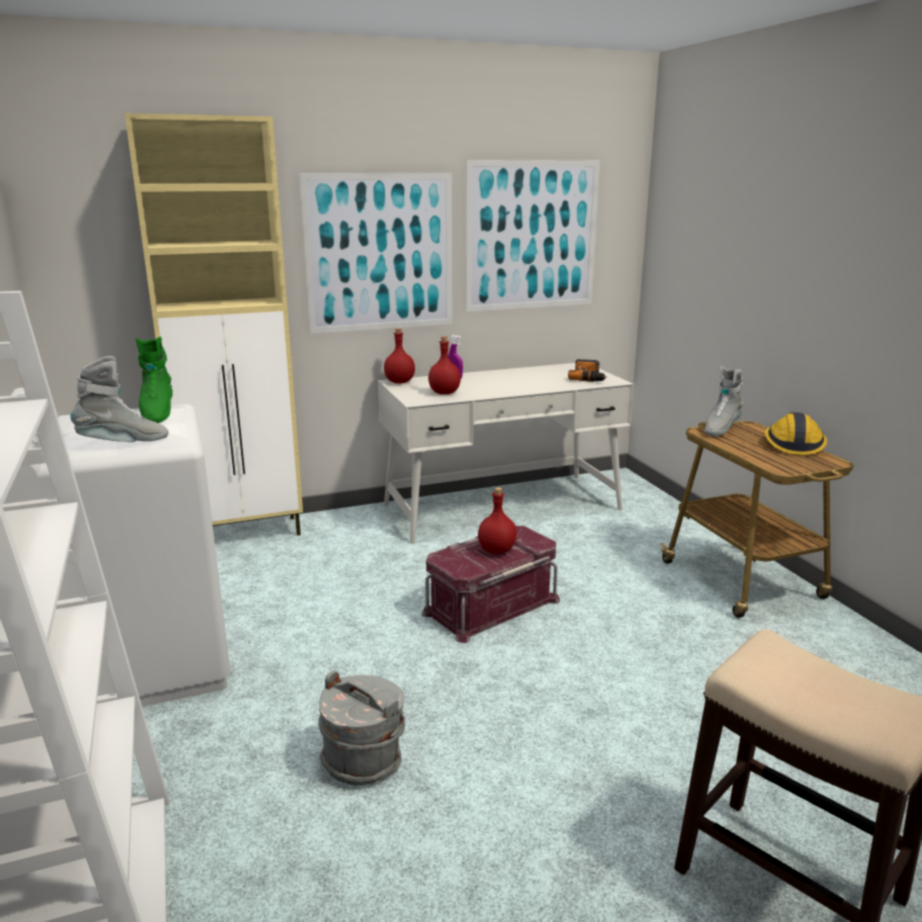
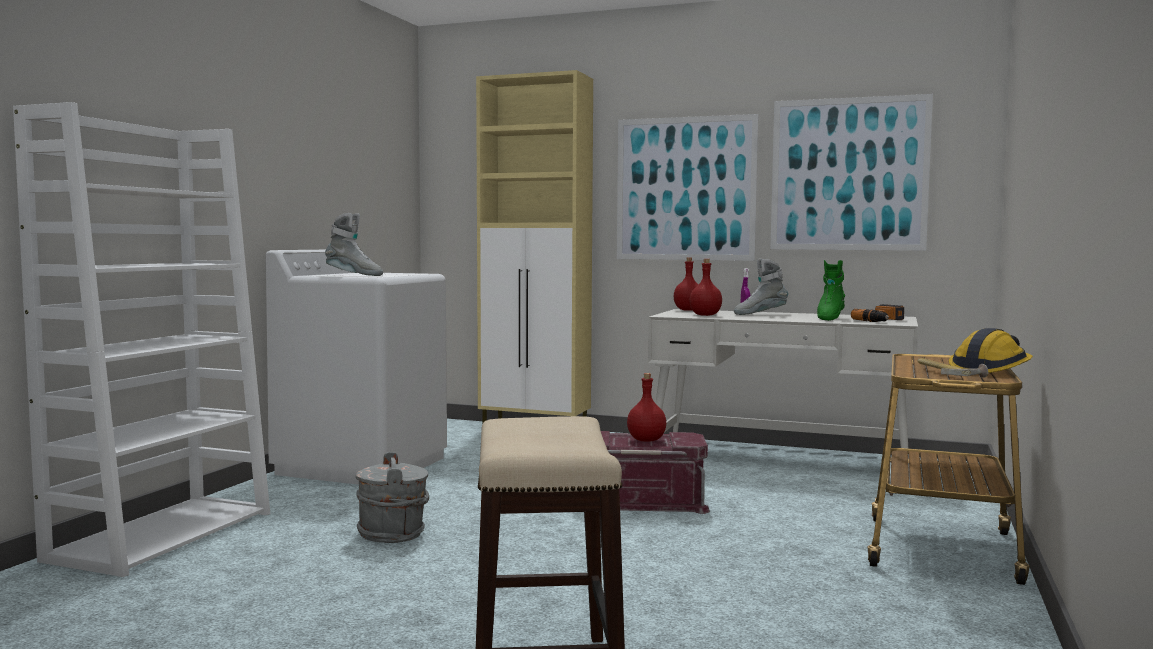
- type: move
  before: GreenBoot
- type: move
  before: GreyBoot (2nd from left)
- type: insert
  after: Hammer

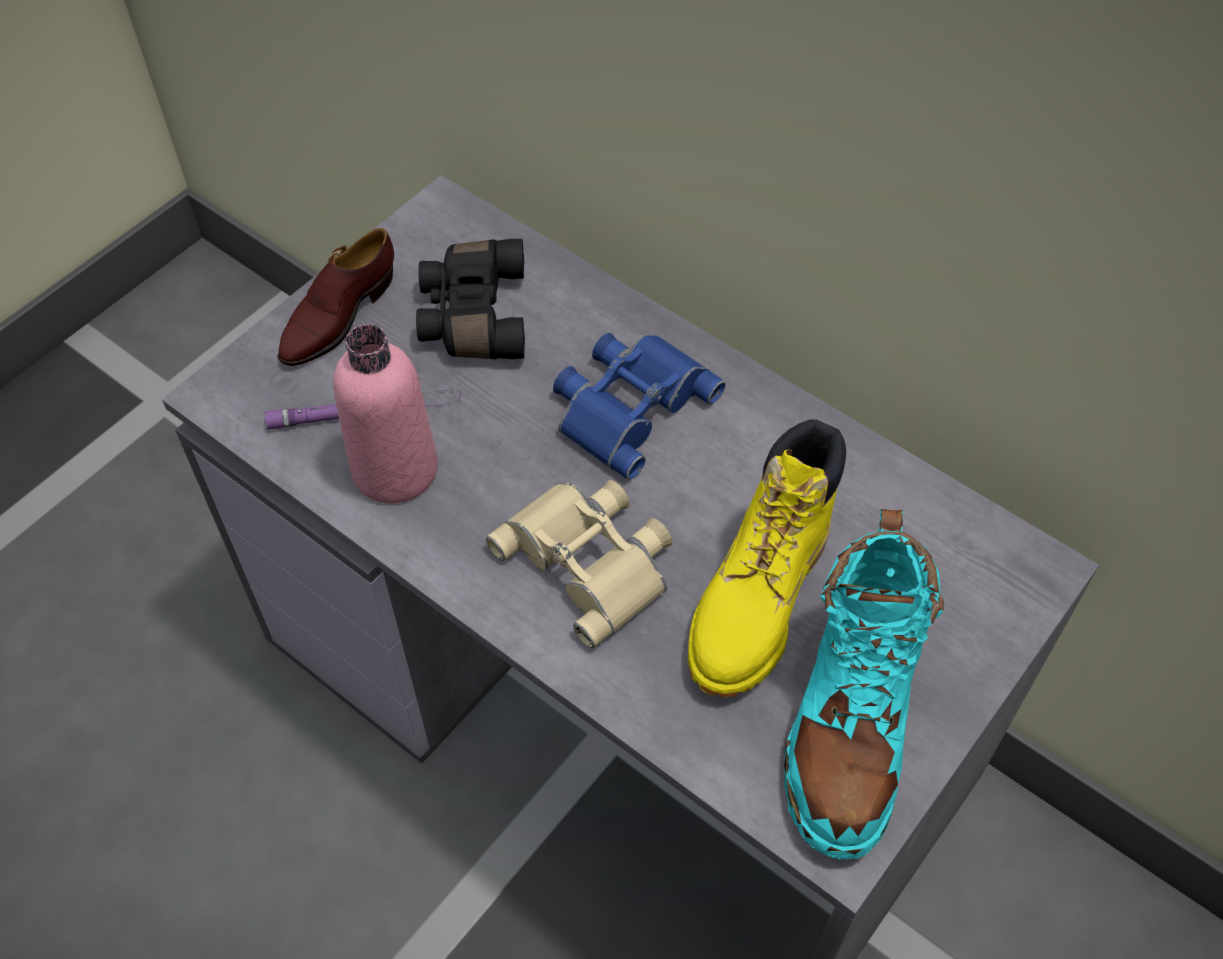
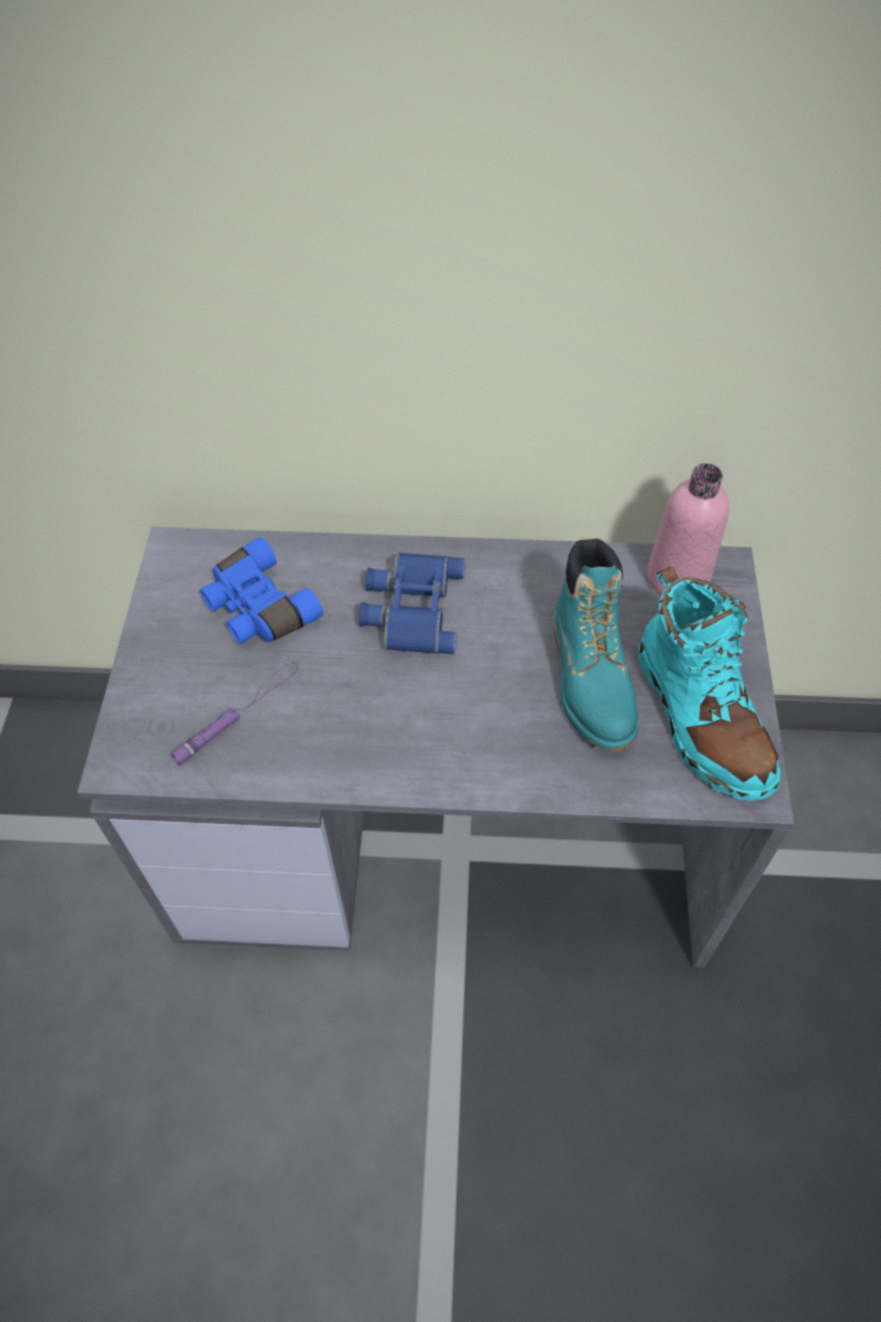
- type: delete
  before: BrownShoe
- type: move
  before: PinkBottle
- type: recolor
  before: BlackBinoculars
  after: BlueBinoculars (1st from left)
- type: delete
  before: BeigeBinoculars
- type: recolor
  before: YellowBoot
  after: TurquoiseBoot (1st from left)

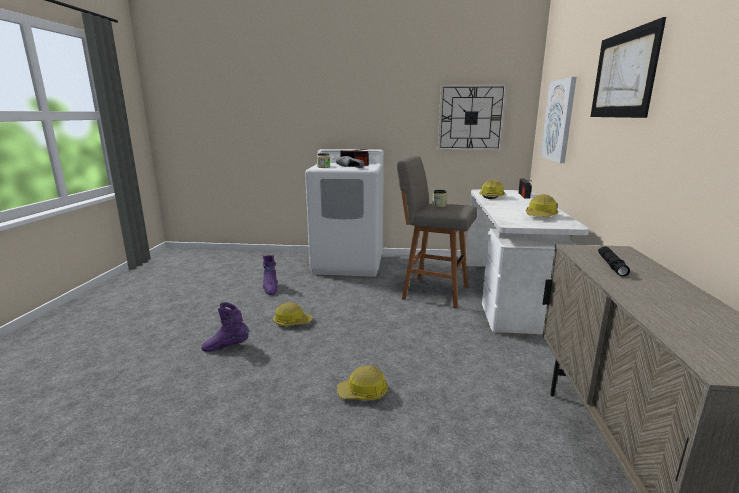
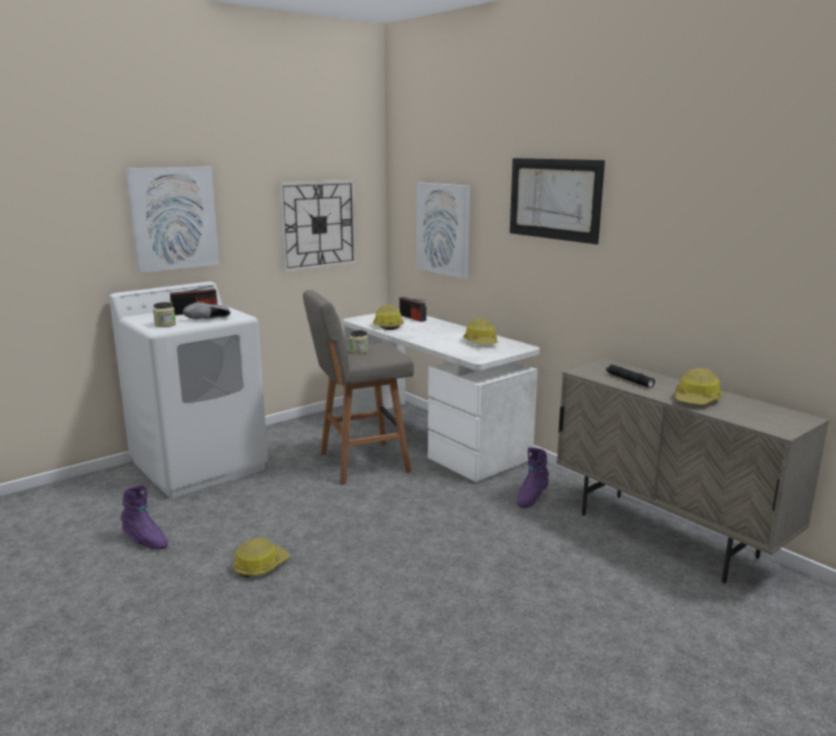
- type: move
  before: PurpleBoot (1st from left in the first image)
  after: PurpleBoot (2nd from left)
- type: move
  before: HardHat (2nd from left in the first image)
  after: HardHat (4th from left)
- type: insert
  after: Picture (1st from left)

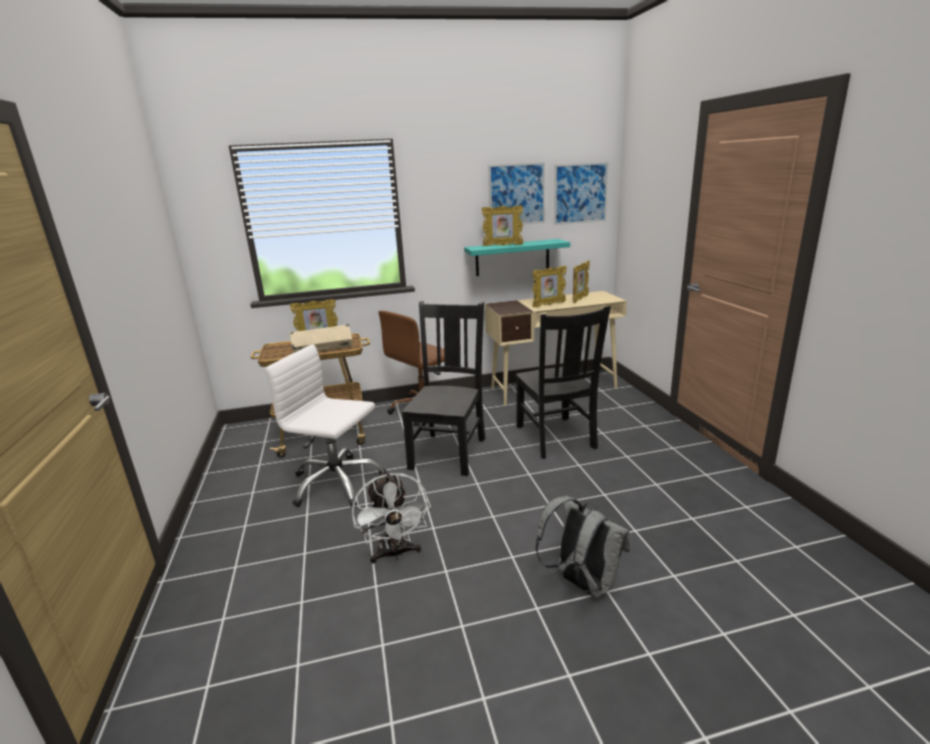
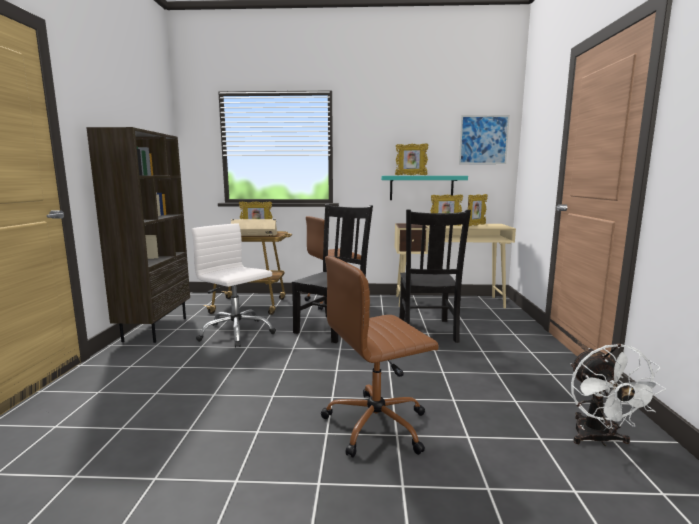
- type: move
  before: WhiteFan
- type: delete
  before: Picture (1st from left)
- type: replace
  before: GreyBackpack
  after: BrownOfficeChair (2nd from left)
- type: insert
  after: BrownBookcase

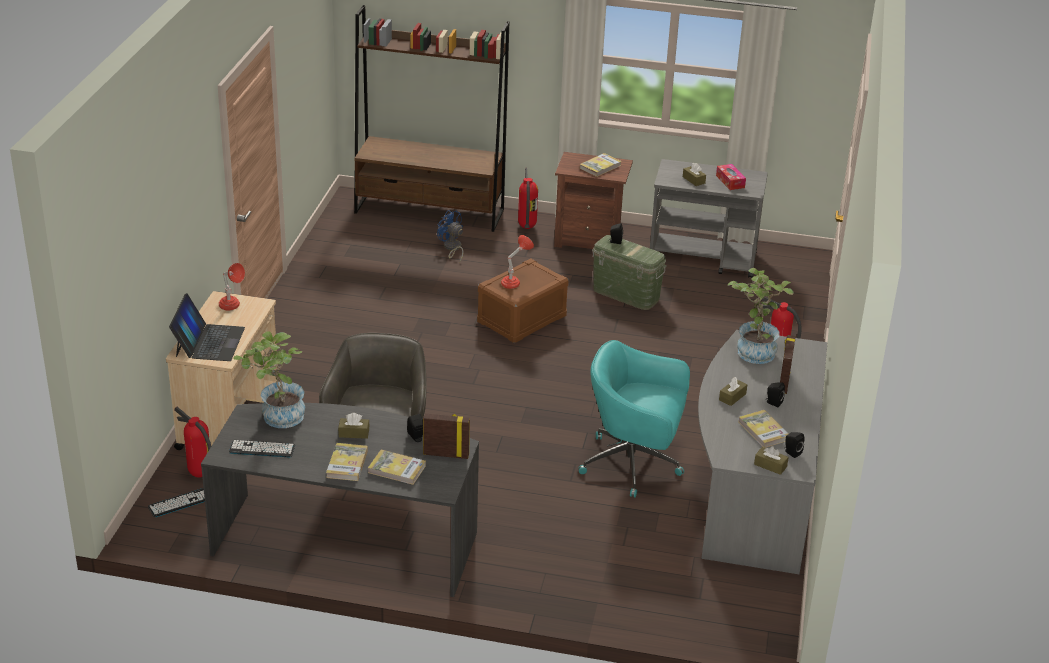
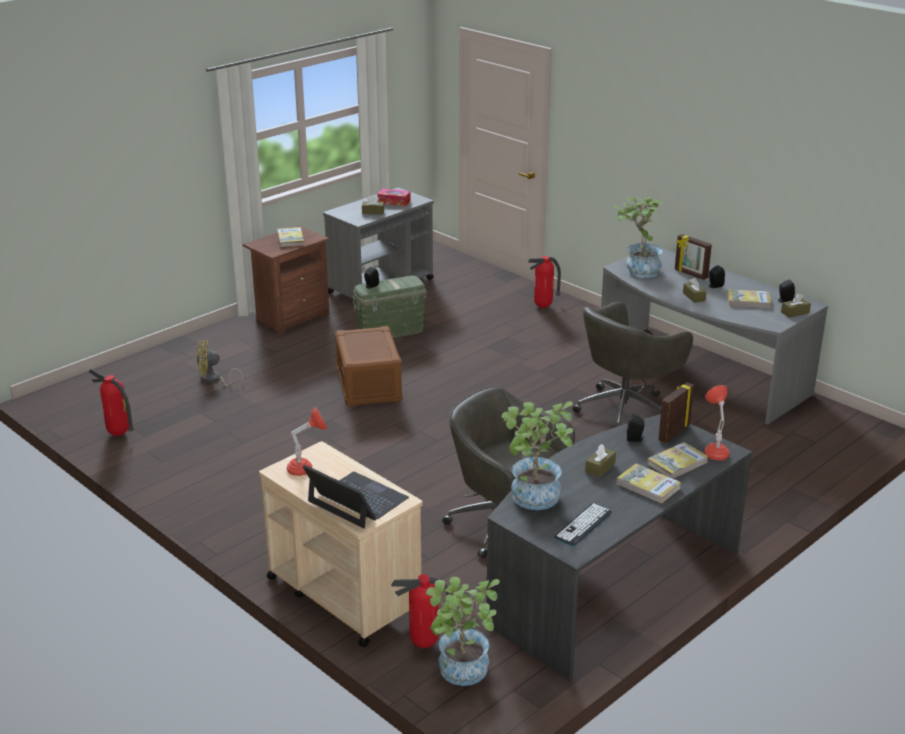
- type: replace
  before: Keyboard (1st from left)
  after: PottedPlant (1st from left)
- type: delete
  before: BrownBookcase
- type: recolor
  before: BlueFan
  after: YellowFan
- type: move
  before: RedTableLamp (2nd from left)
- type: move
  before: FireExtinguisher (2nd from left in the first image)
  after: FireExtinguisher (1st from left)
- type: recolor
  before: TurquoiseOfficeChair
  after: GreyOfficeChair (2nd from left)

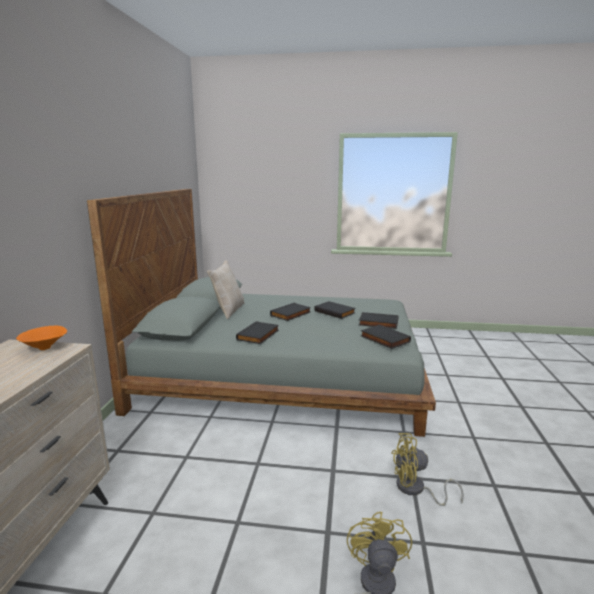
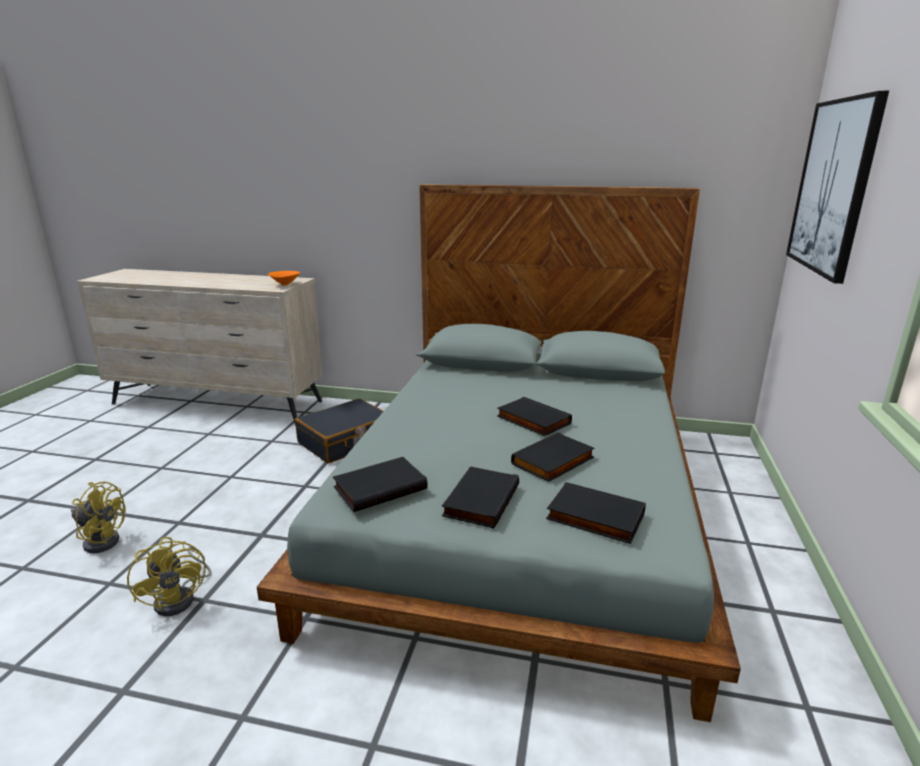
- type: delete
  before: BeigePillow
- type: move
  before: BlackBook (1st from left in the first image)
  after: BlackBook (5th from left)
- type: rotate
  before: YellowFan (2nd from left)
  turn: 150
- type: insert
  after: BlackSuitcase
- type: insert
  after: Picture

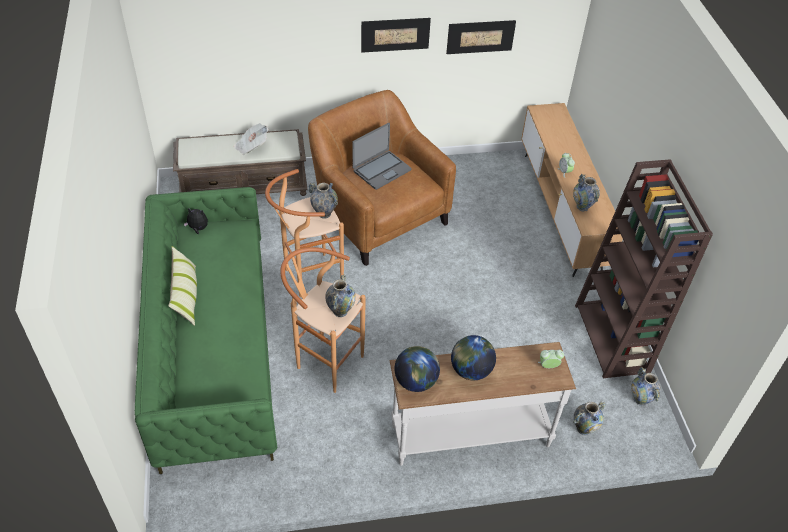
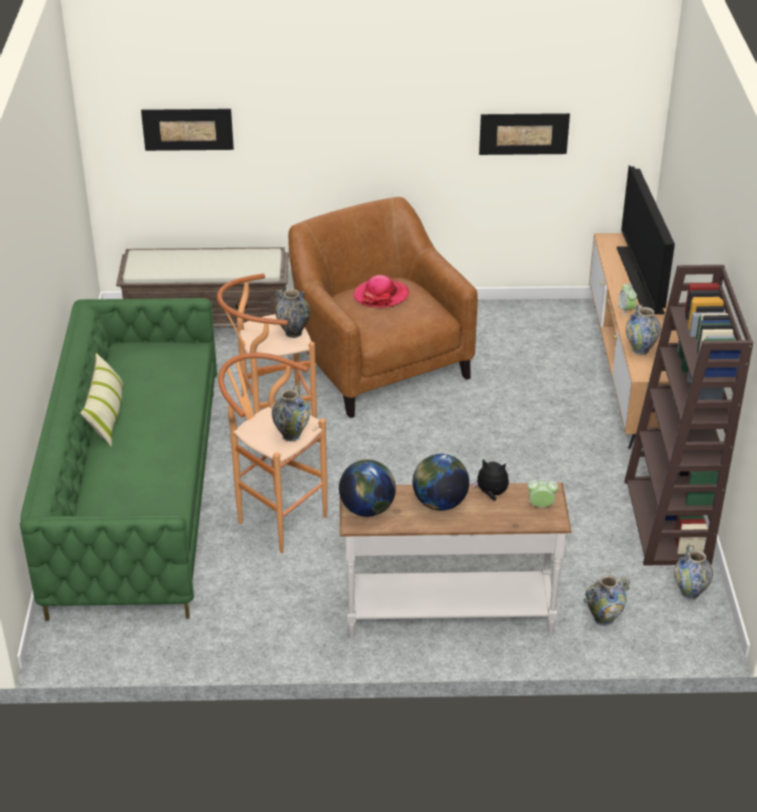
- type: move
  before: PlushToy
- type: delete
  before: Newspaper
- type: replace
  before: Laptop
  after: Hat
- type: move
  before: Picture (1st from left)
- type: insert
  after: Television

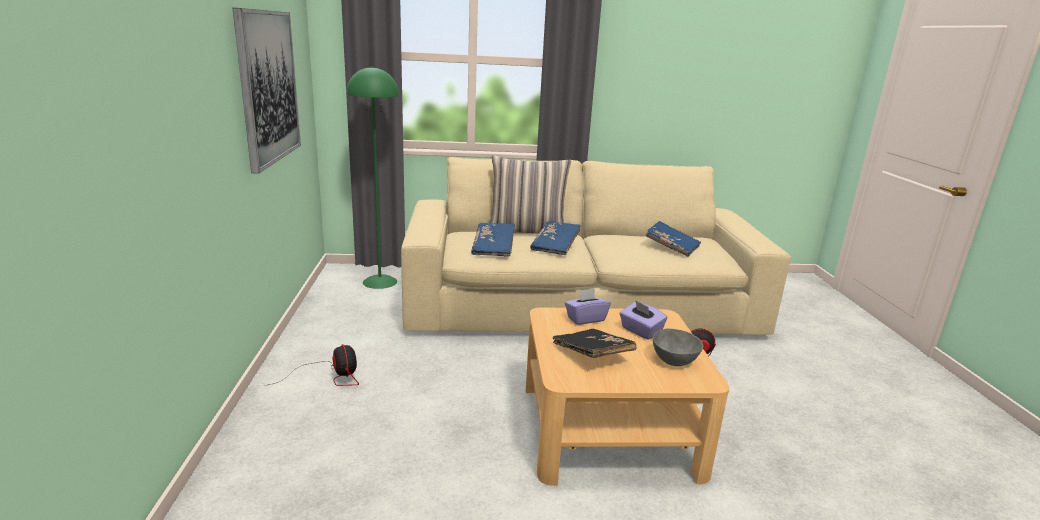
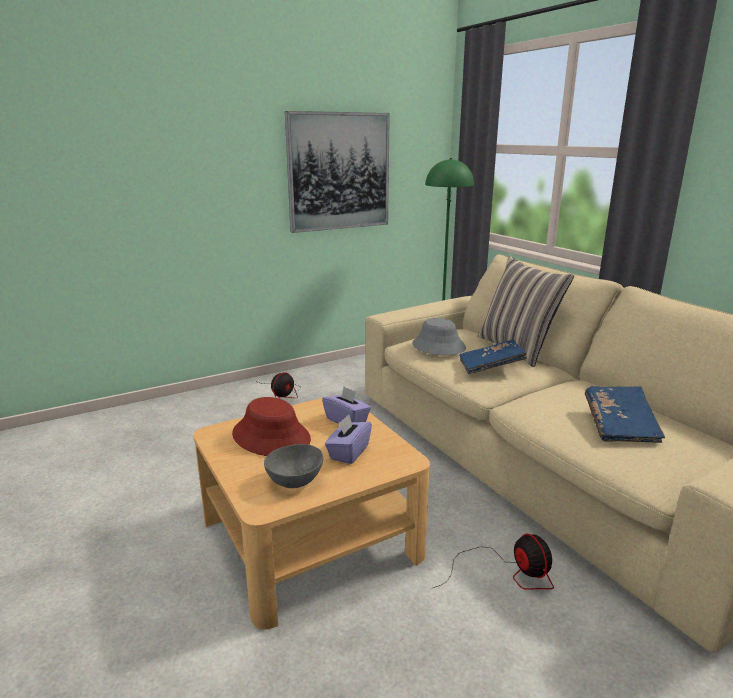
- type: replace
  before: BlueBook (1st from left)
  after: GreyHat
- type: replace
  before: BlackBook
  after: RedHat

